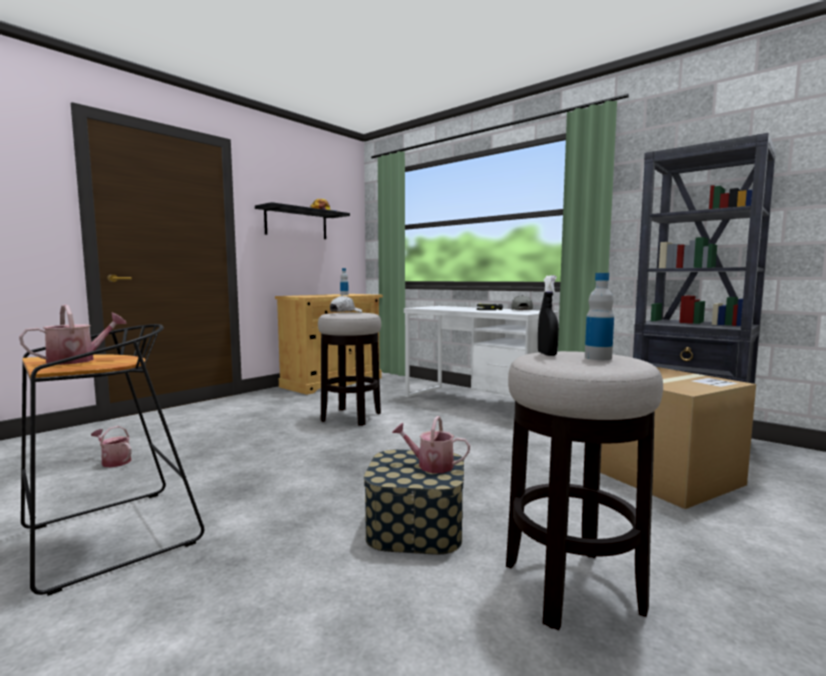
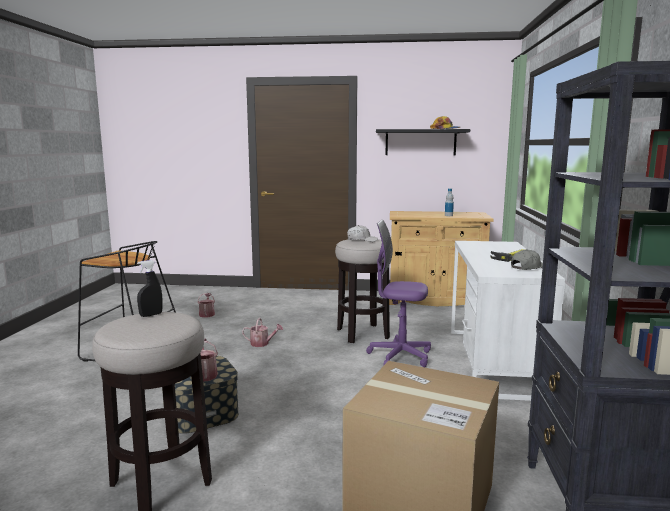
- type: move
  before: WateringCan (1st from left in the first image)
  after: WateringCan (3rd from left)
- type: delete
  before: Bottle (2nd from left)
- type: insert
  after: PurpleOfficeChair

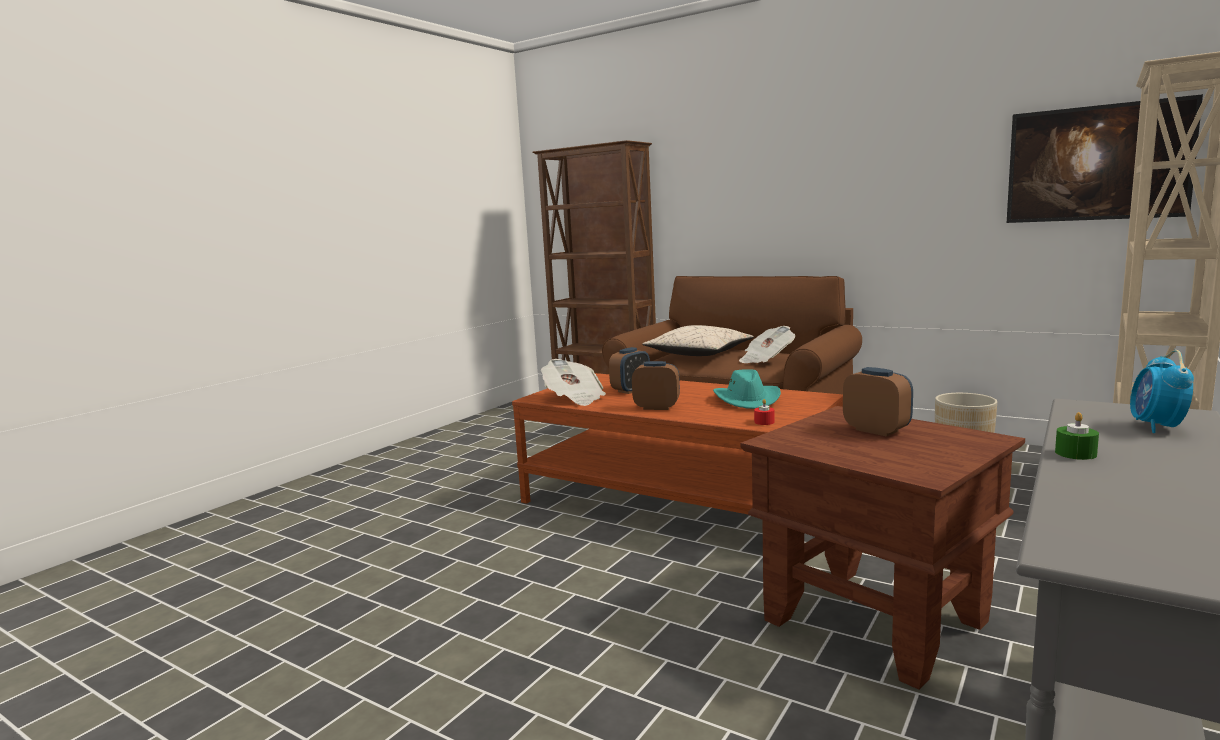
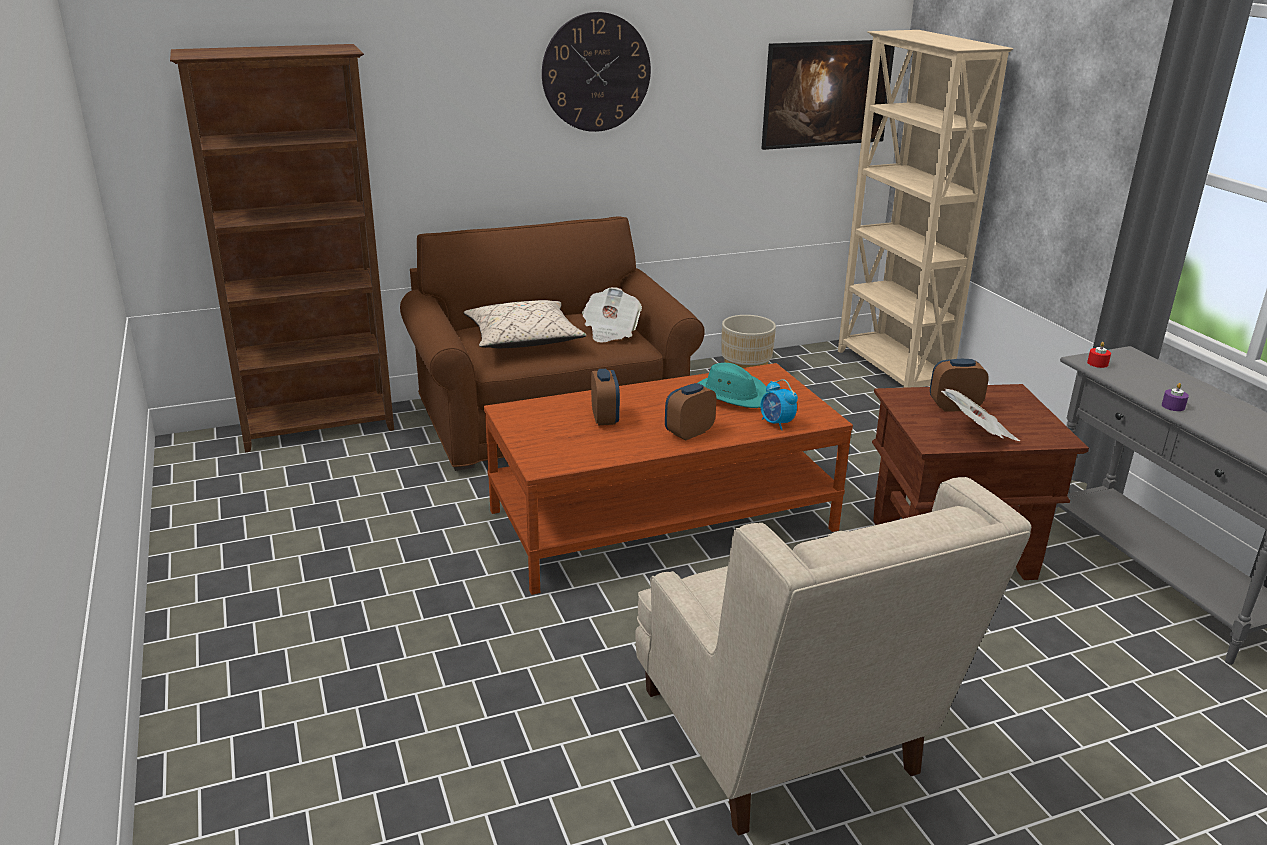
- type: move
  before: Newspaper (1st from left in the first image)
  after: Newspaper (2nd from left)
- type: move
  before: RedCandle
- type: recolor
  before: GreenCandle
  after: PurpleCandle
- type: move
  before: AlarmClock (4th from left in the first image)
  after: AlarmClock (3rd from left)
- type: insert
  after: WallClock
- type: insert
  after: BeigeArmchair

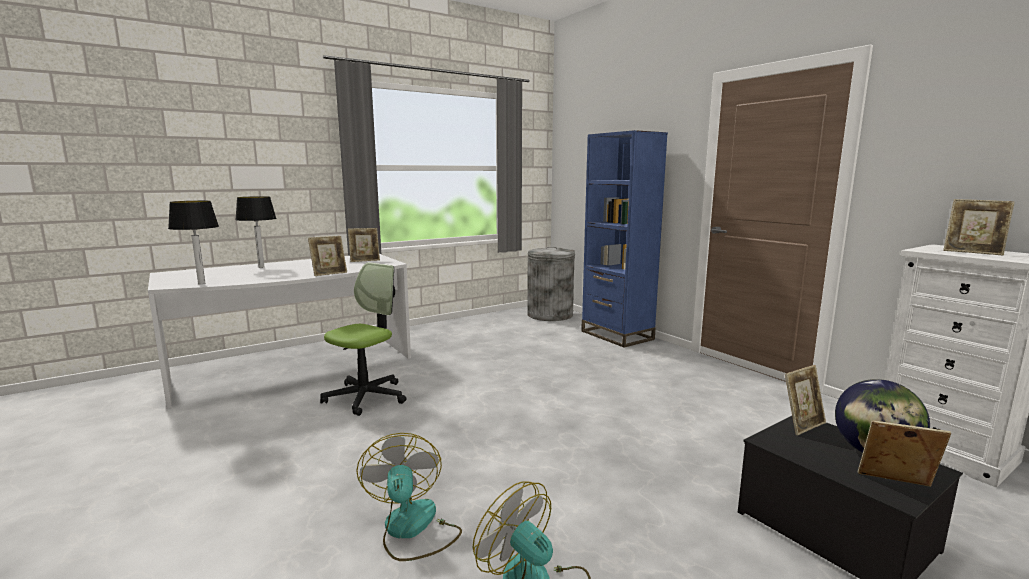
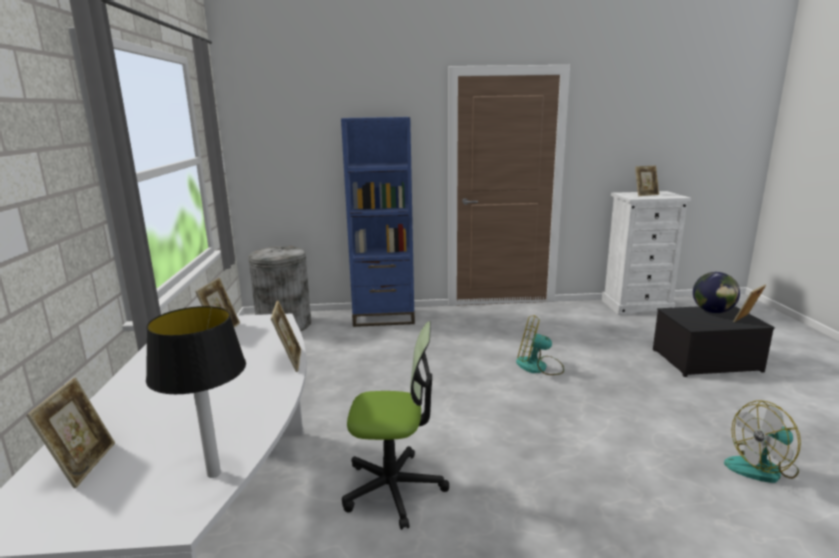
- type: delete
  before: TableLamp (2nd from left)
- type: rotate
  before: OfficeChair
  turn: 120
- type: move
  before: Fan (1st from left)
- type: move
  before: PictureFrame (3rd from left in the first image)
  after: PictureFrame (1st from left)

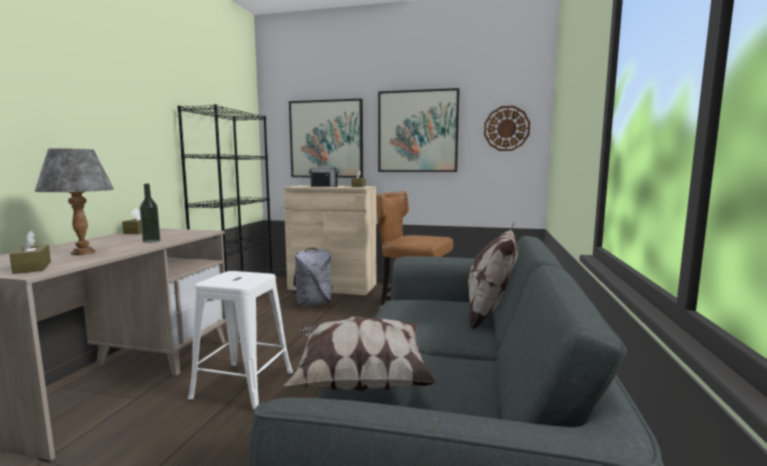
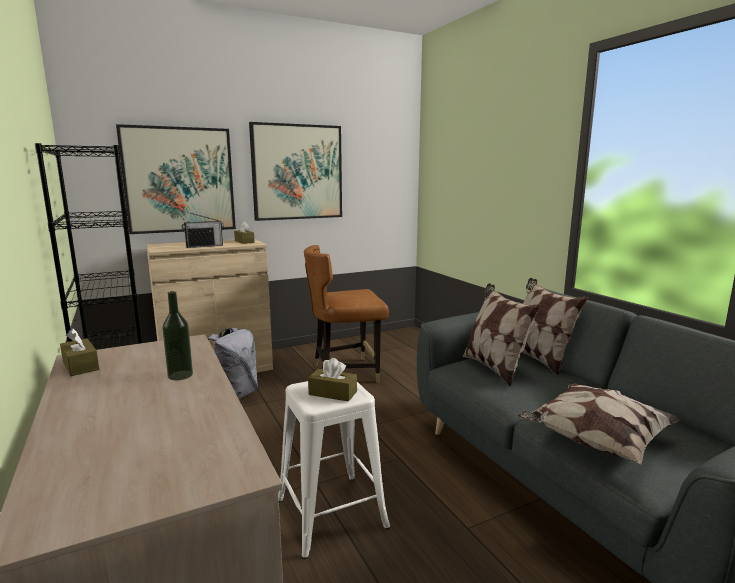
- type: move
  before: BrownTissueBox (1st from left in the first image)
  after: BrownTissueBox (3rd from left)
- type: delete
  before: GreyTableLamp
- type: delete
  before: WallClock
- type: insert
  after: Pillow (1st from left)

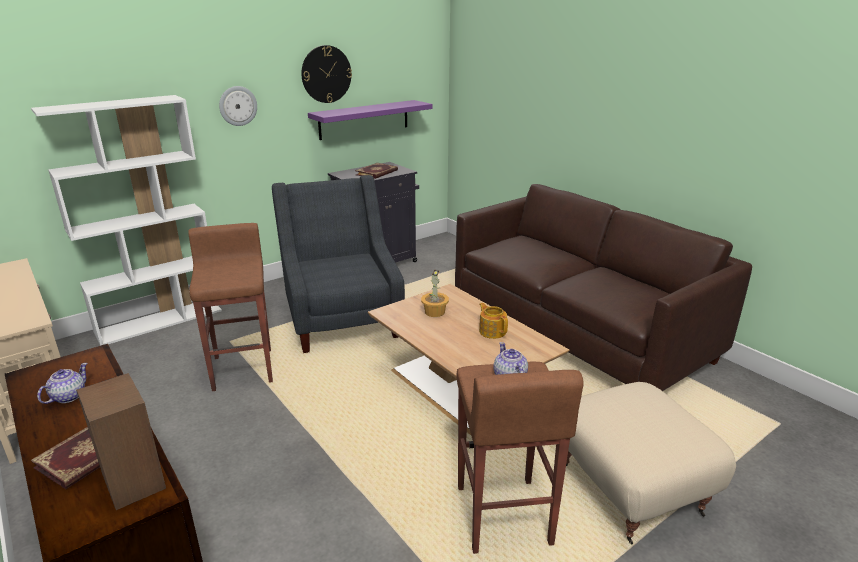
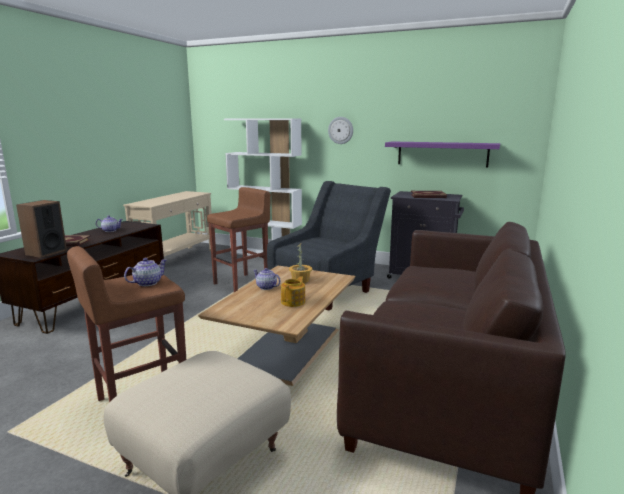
- type: delete
  before: WallClock (2nd from left)
- type: insert
  after: Teapot (3rd from left)

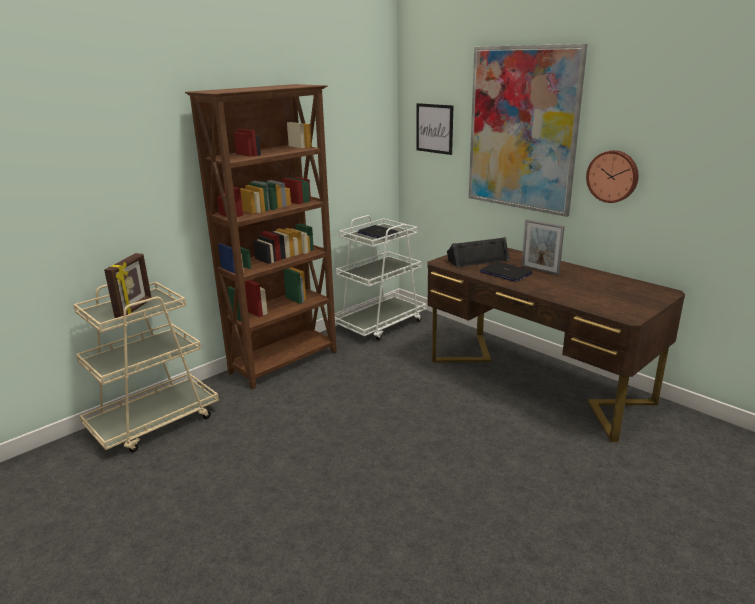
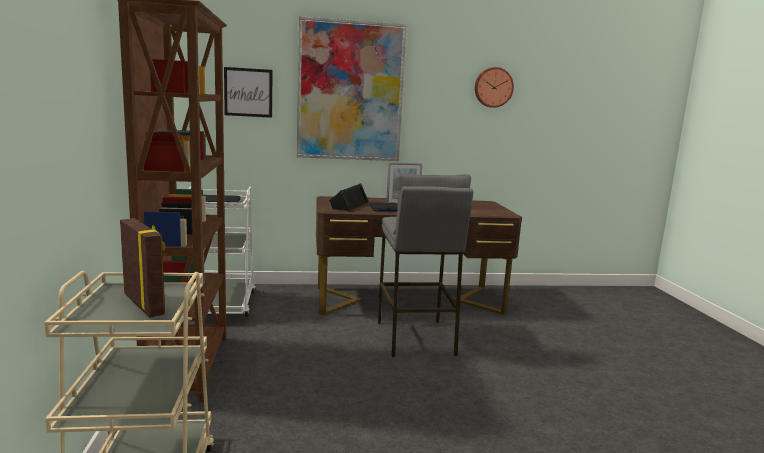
- type: move
  before: WallClock
- type: insert
  after: GreyStool

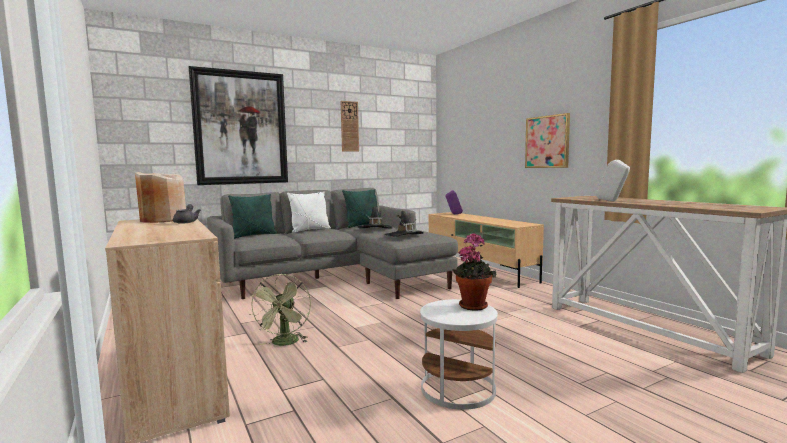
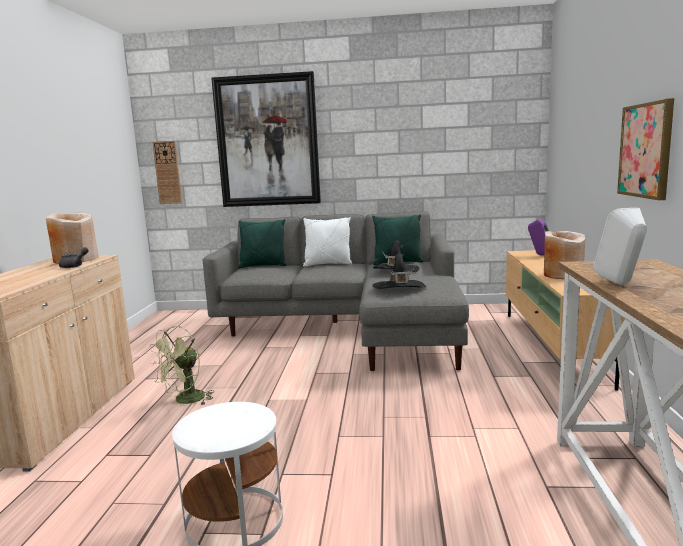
- type: move
  before: WallClock
- type: delete
  before: PottedPlant
- type: insert
  after: BeigeVase (2nd from left)

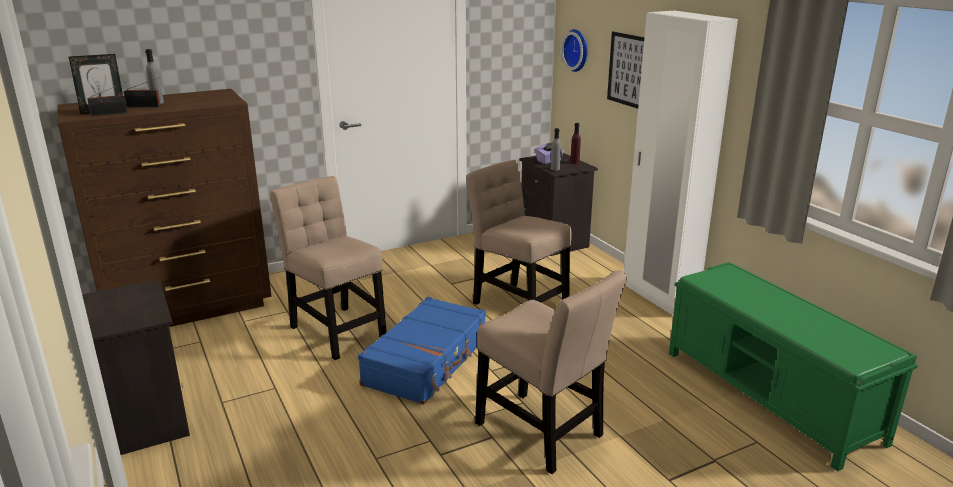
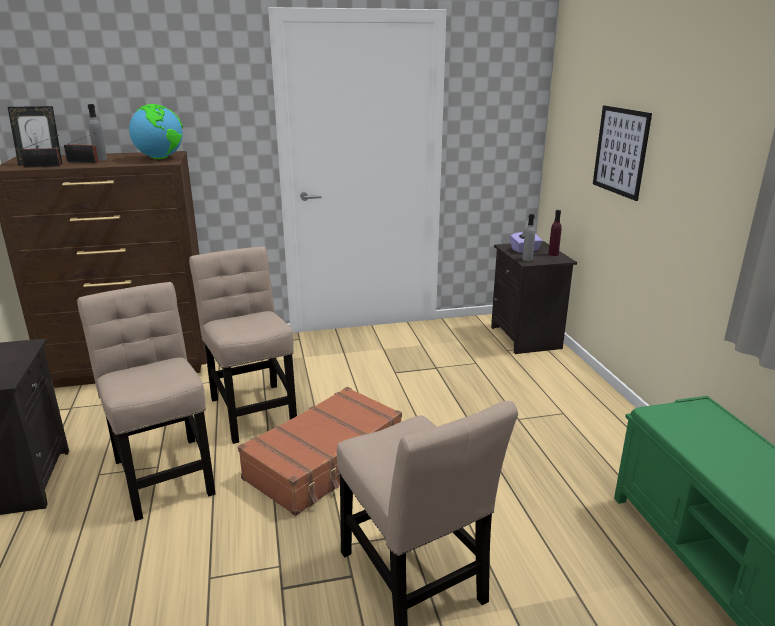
- type: recolor
  before: BlueSuitcase
  after: BrownSuitcase
- type: move
  before: BeigeChair (2nd from left in the first image)
  after: BeigeChair (1st from left)
- type: delete
  before: WallClock
- type: delete
  before: WhiteWardrobe
- type: insert
  after: Globe

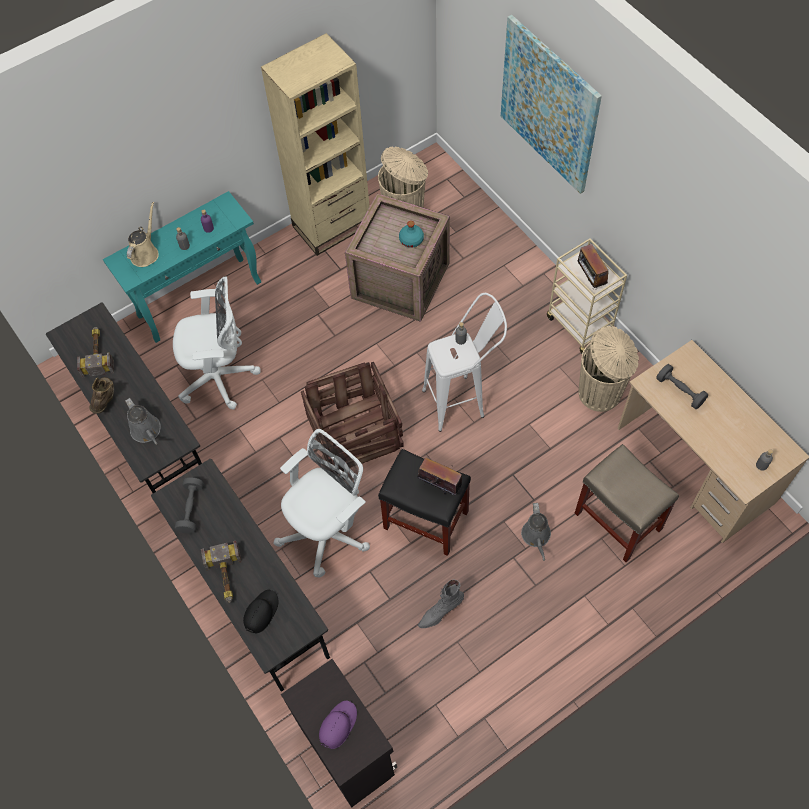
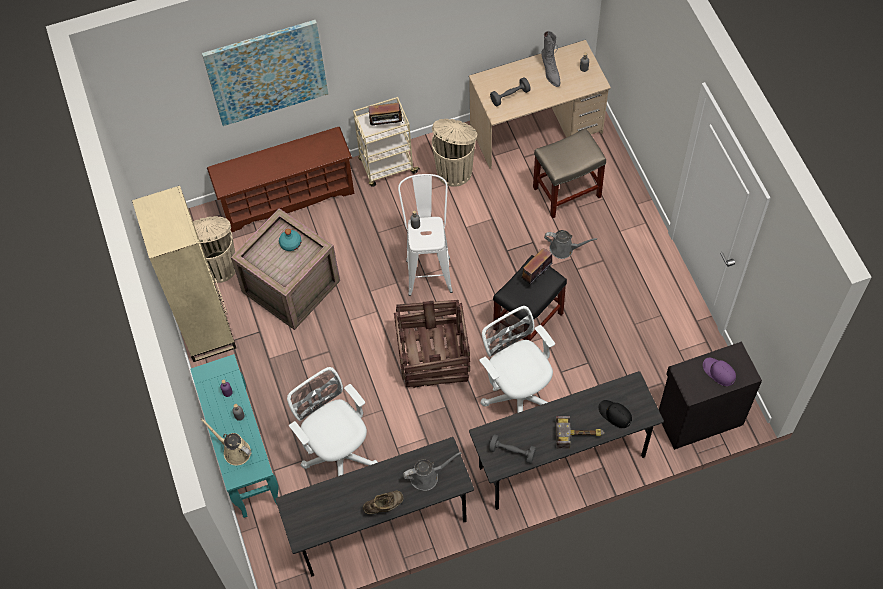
- type: delete
  before: Hammer (1st from left)
- type: rotate
  before: BrownBoot
  turn: 135
- type: rotate
  before: WhiteOfficeChair (1st from left)
  turn: -45
- type: move
  before: GreyBoot
- type: insert
  after: BrownShoeRack

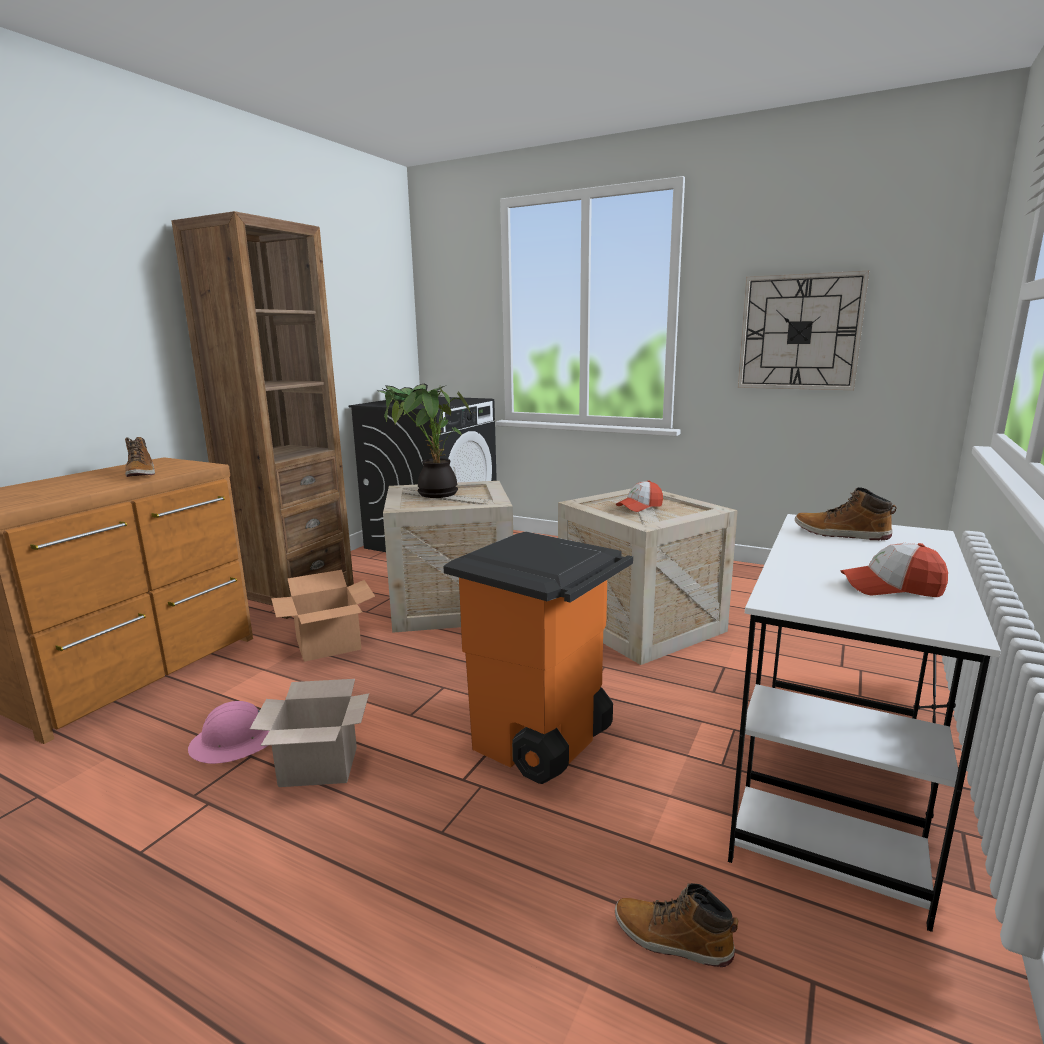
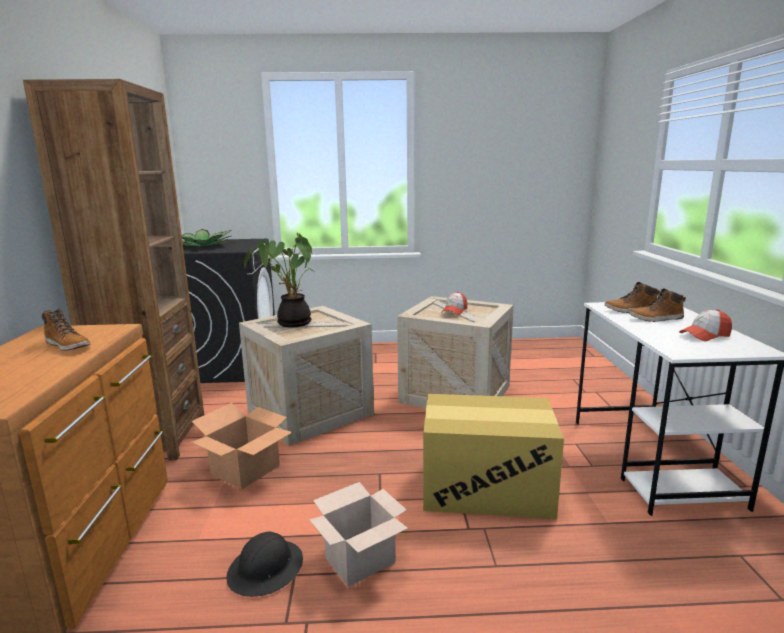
- type: recolor
  before: PinkHardHat
  after: BlackHardHat
- type: replace
  before: OrangeTrashCan
  after: CardboardBox (3rd from left)
- type: move
  before: Boot (2nd from left in the first image)
  after: Boot (3rd from left)
- type: delete
  before: WallClock

